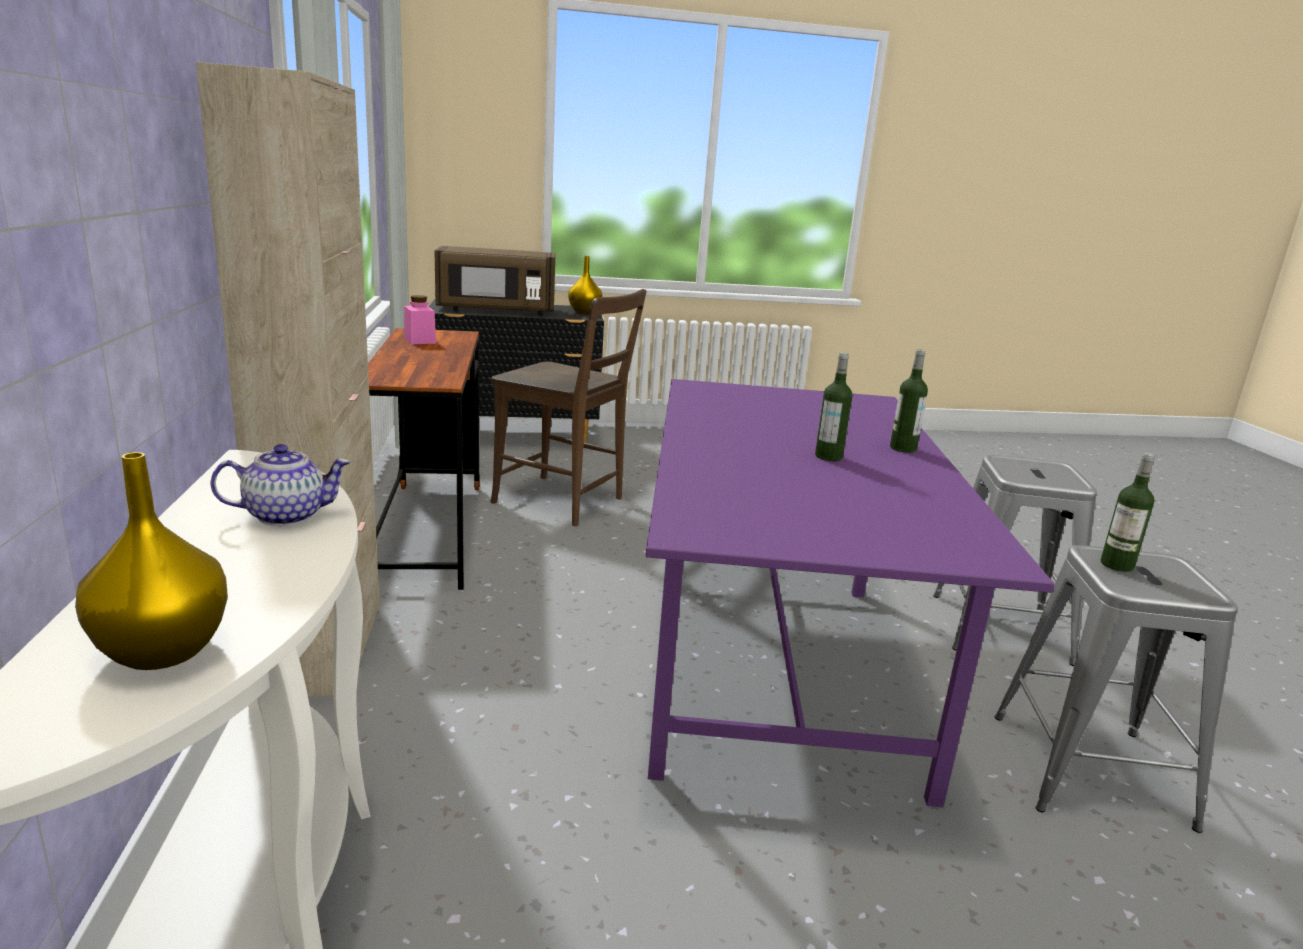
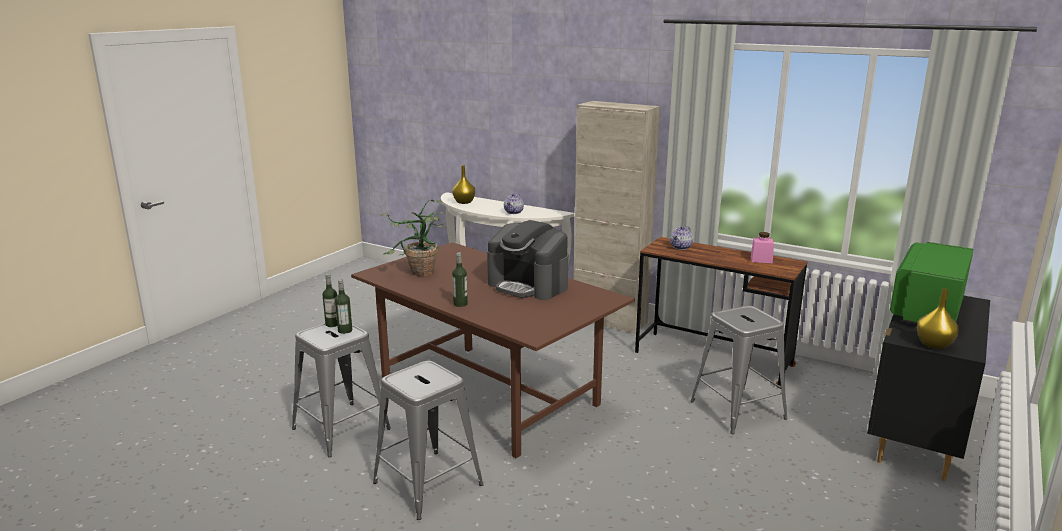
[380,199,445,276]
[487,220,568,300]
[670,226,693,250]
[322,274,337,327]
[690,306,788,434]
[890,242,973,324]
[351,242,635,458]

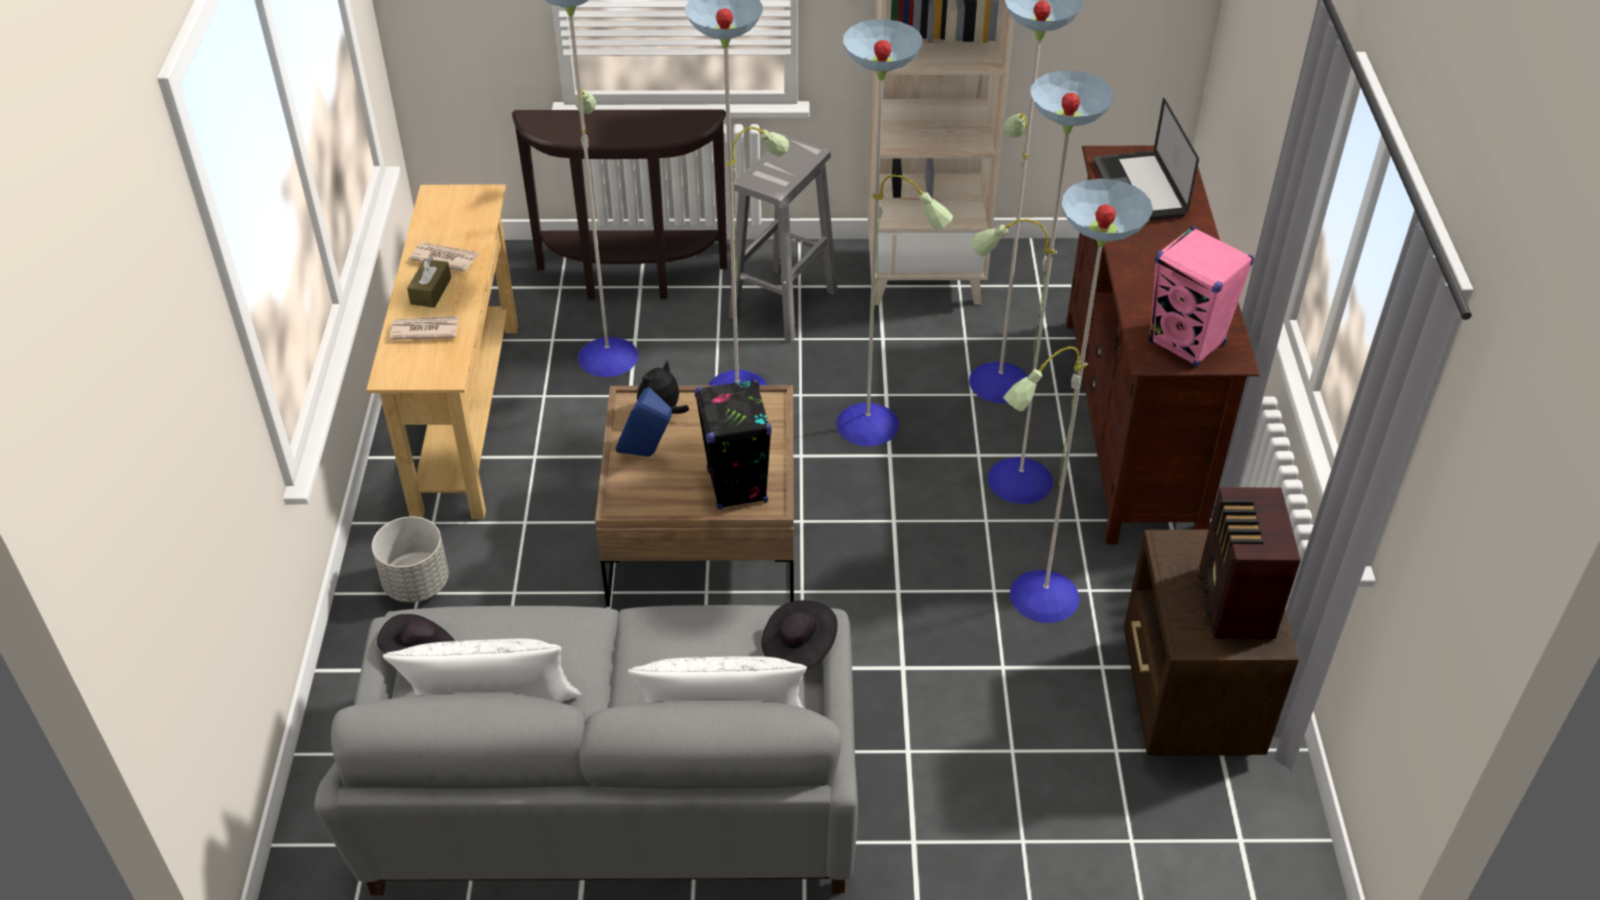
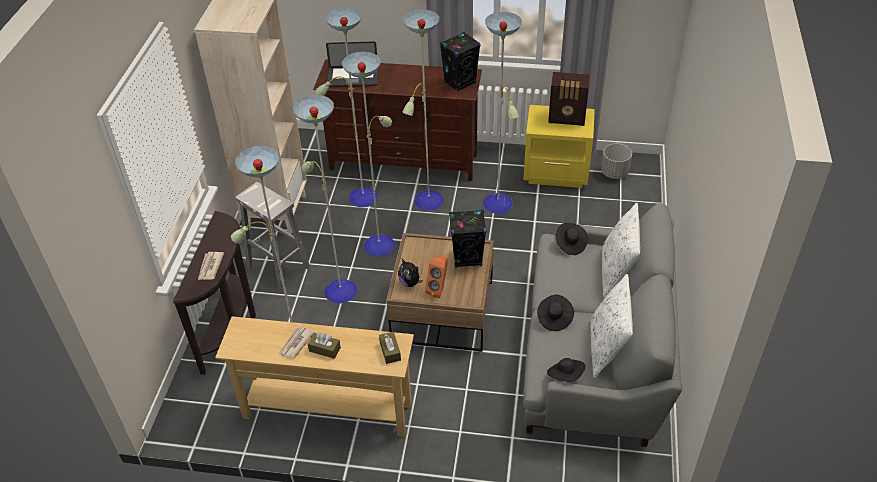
[379,332,401,364]
[537,295,574,331]
[601,144,632,179]
[198,252,224,280]
[425,256,448,298]
[524,105,595,188]
[440,32,481,92]

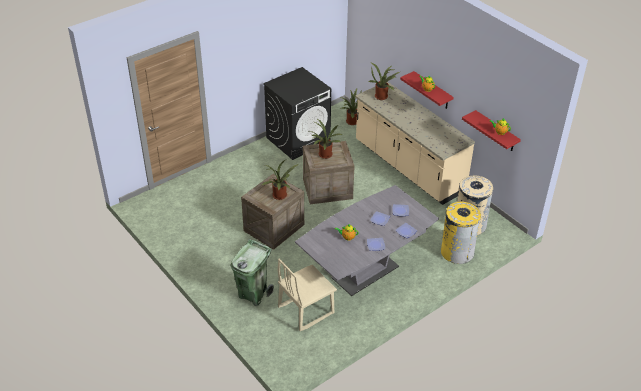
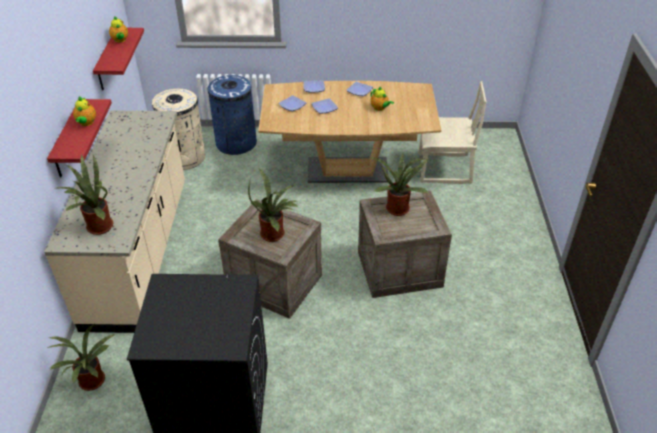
[231,239,274,306] (first image)
[258,81,441,183]
[207,75,257,155]

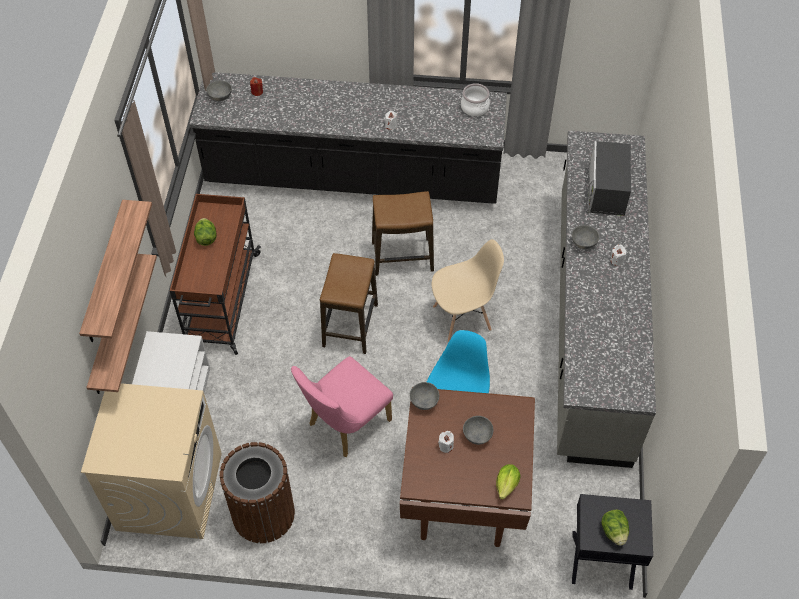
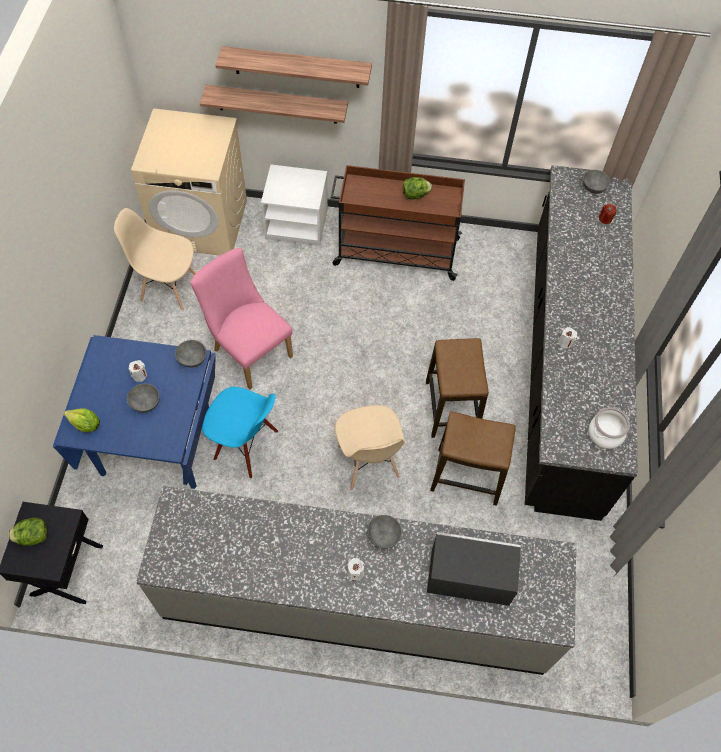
[430,411,516,506]
[114,208,196,311]
[53,335,216,489]

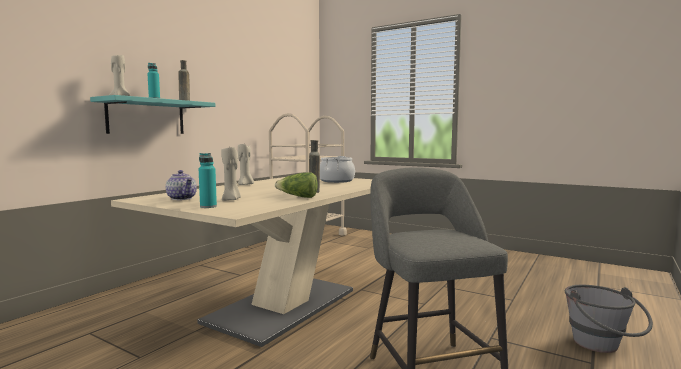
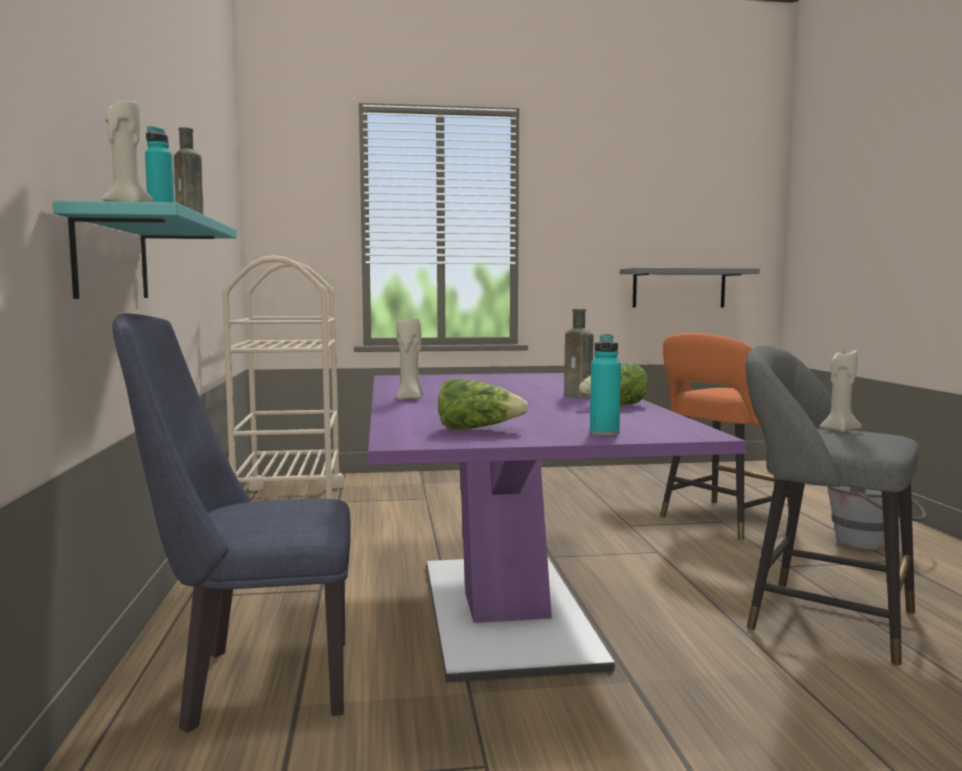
[320,156,355,183] (first image)
[112,314,351,733]
[620,268,760,308]
[660,333,793,541]
[819,350,862,432]
[438,378,529,430]
[368,373,746,683]

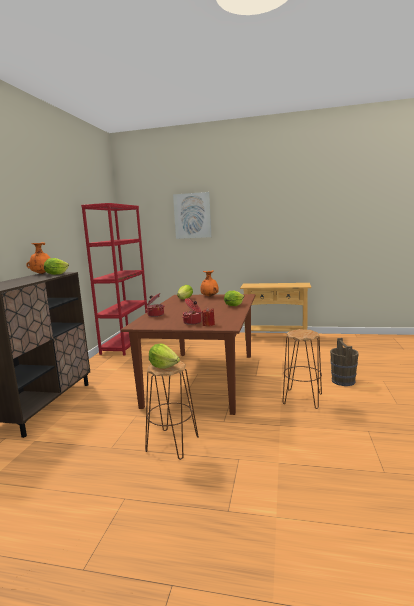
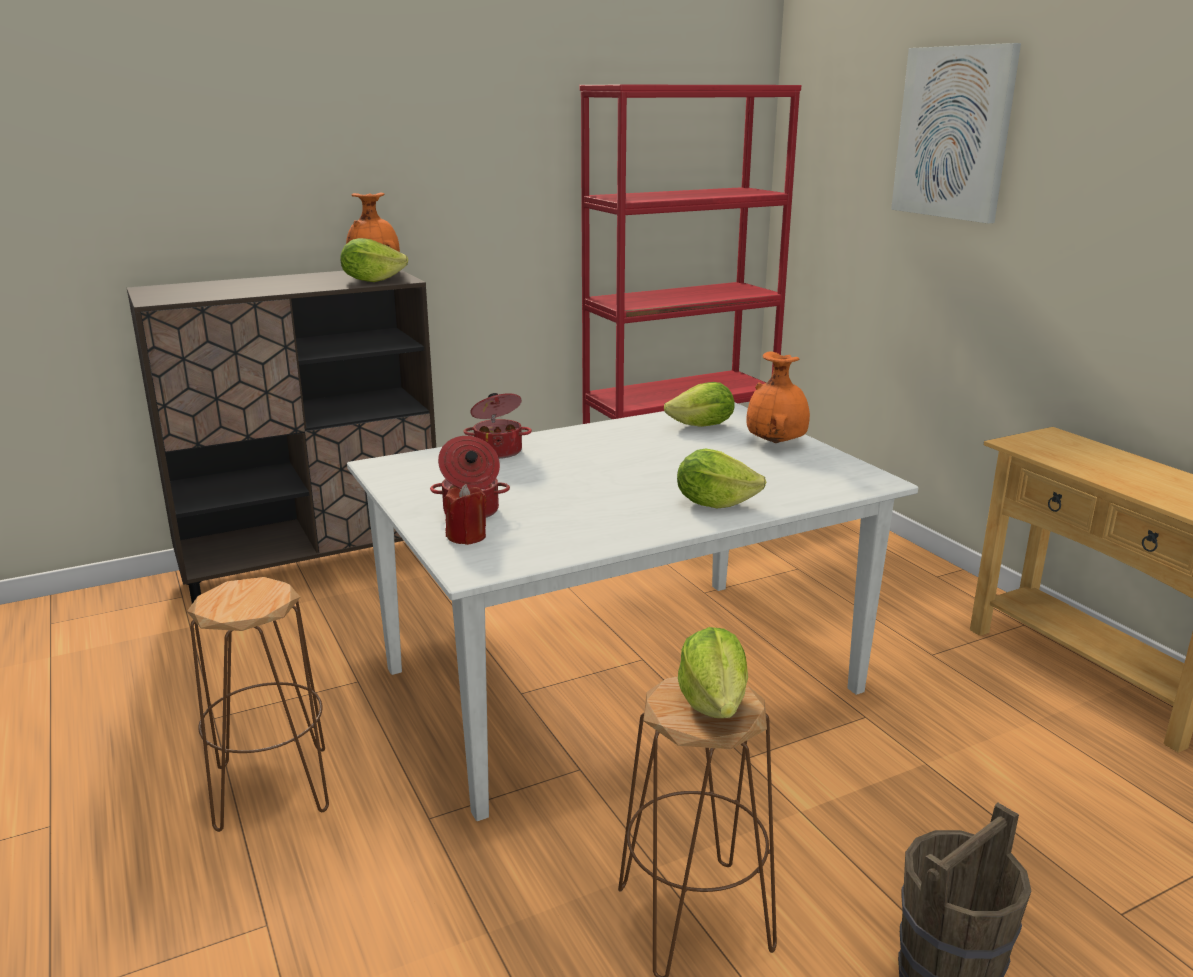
[678,627,748,718]
[347,402,918,821]

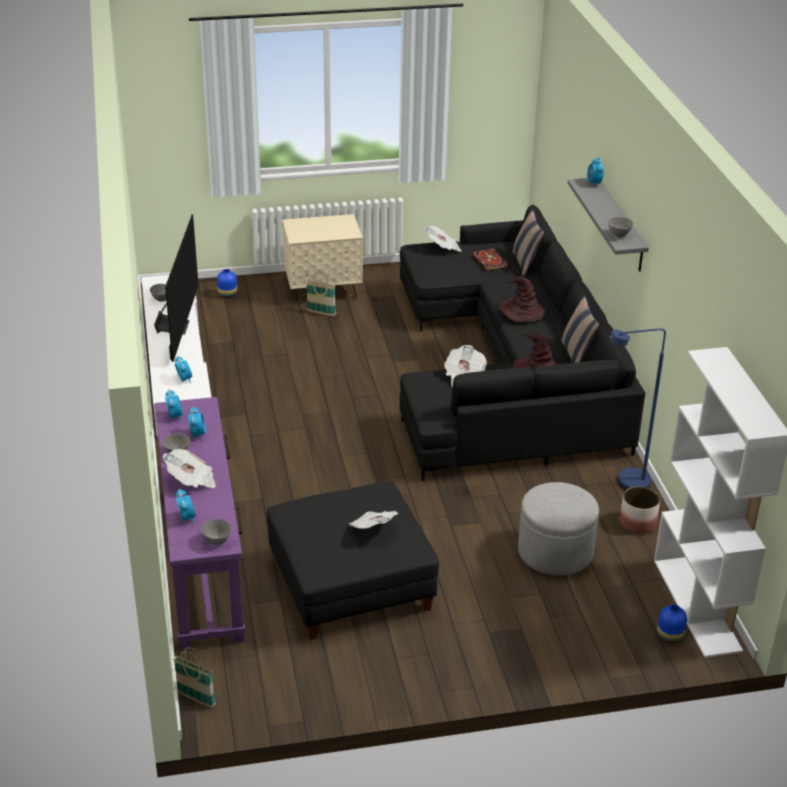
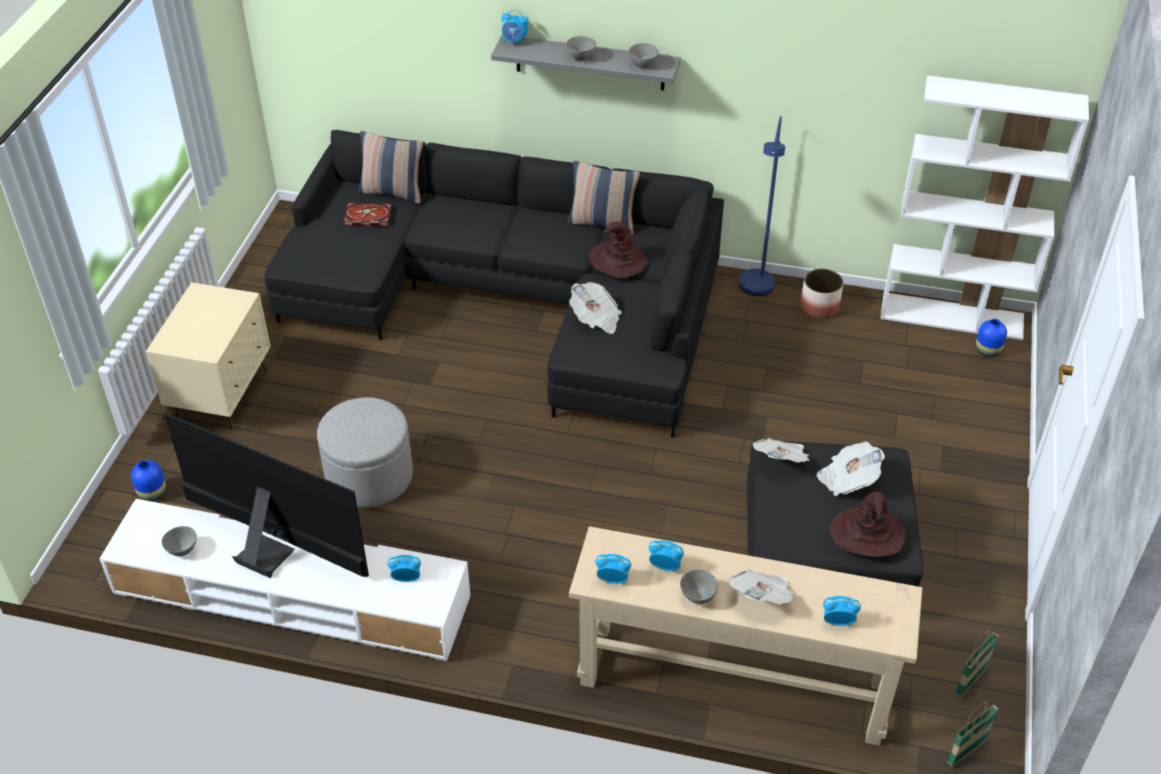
[566,36,596,61]
[955,630,998,697]
[753,438,810,462]
[830,492,906,557]
[317,397,413,508]
[569,526,923,746]

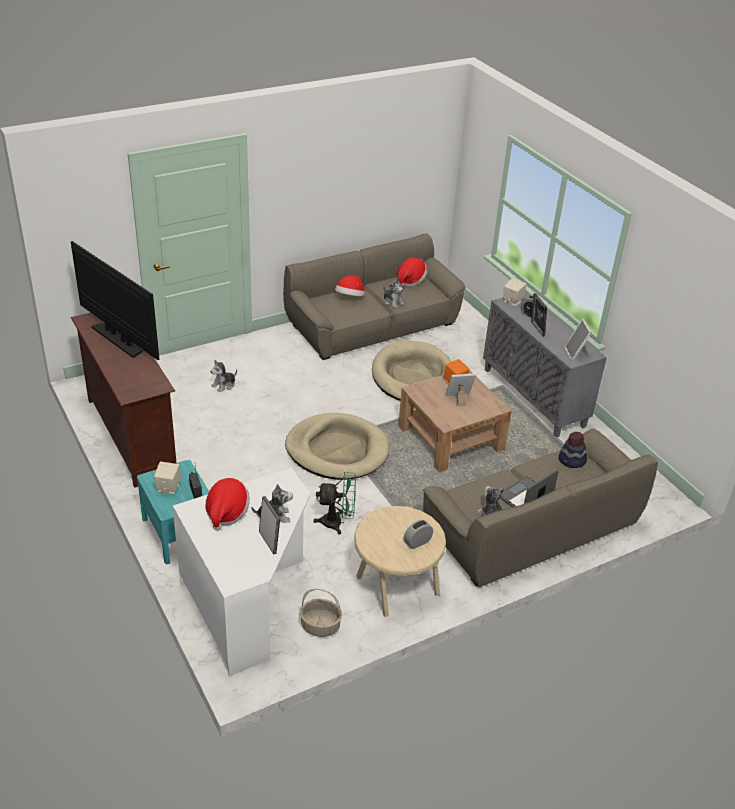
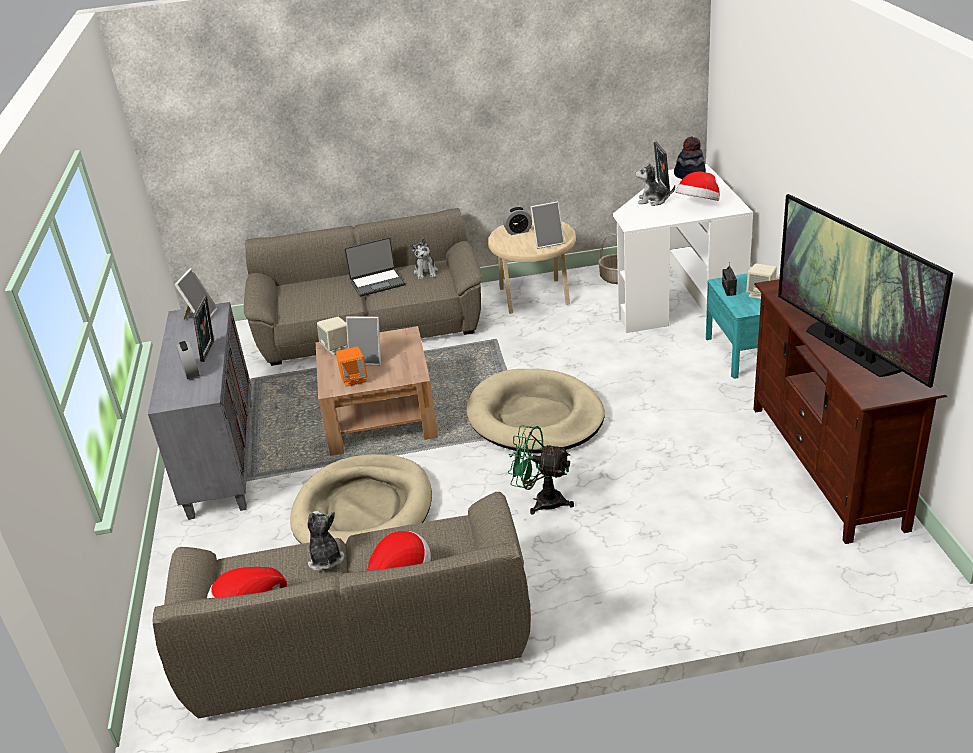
[210,360,237,392] (first image)
[530,201,565,249]
[508,425,574,515]
[317,317,348,355]
[674,136,706,179]

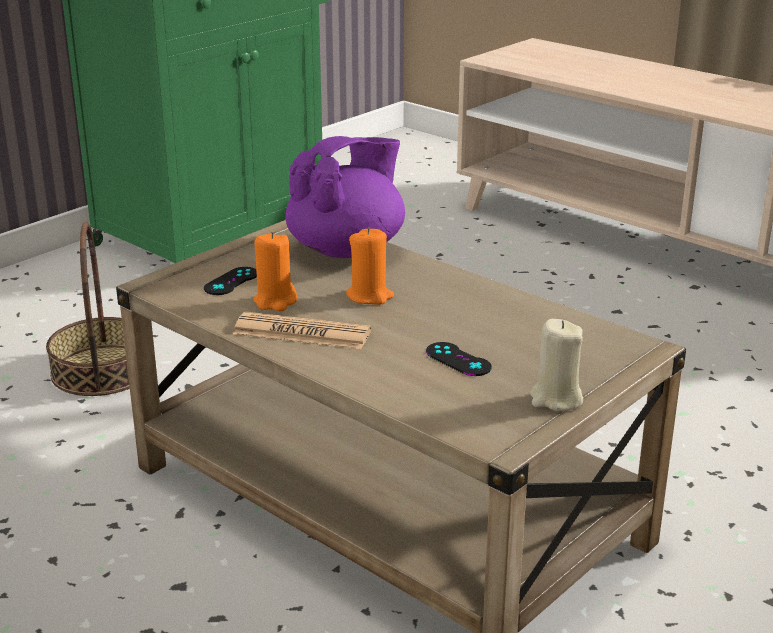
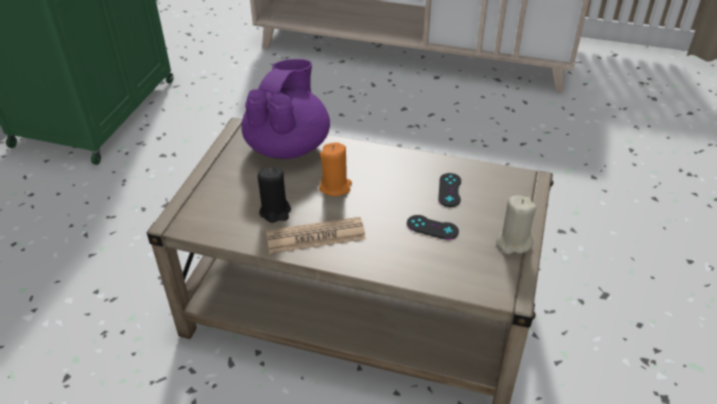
[46,222,130,396] (first image)
[438,173,461,207]
[258,166,291,223]

